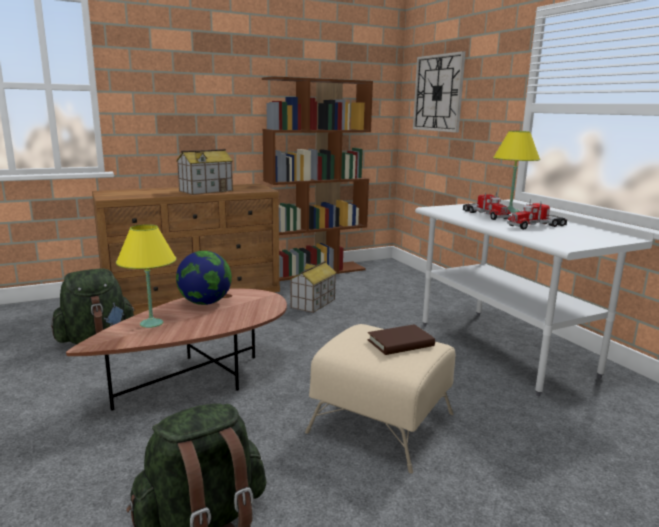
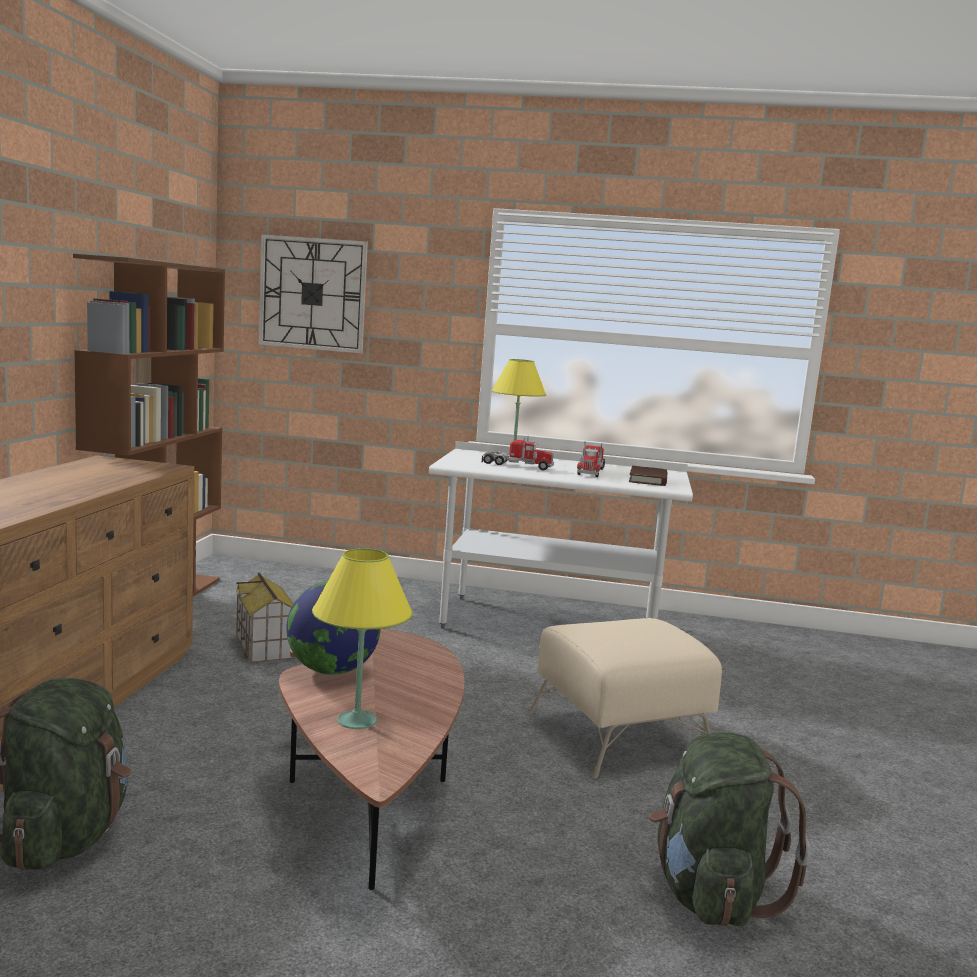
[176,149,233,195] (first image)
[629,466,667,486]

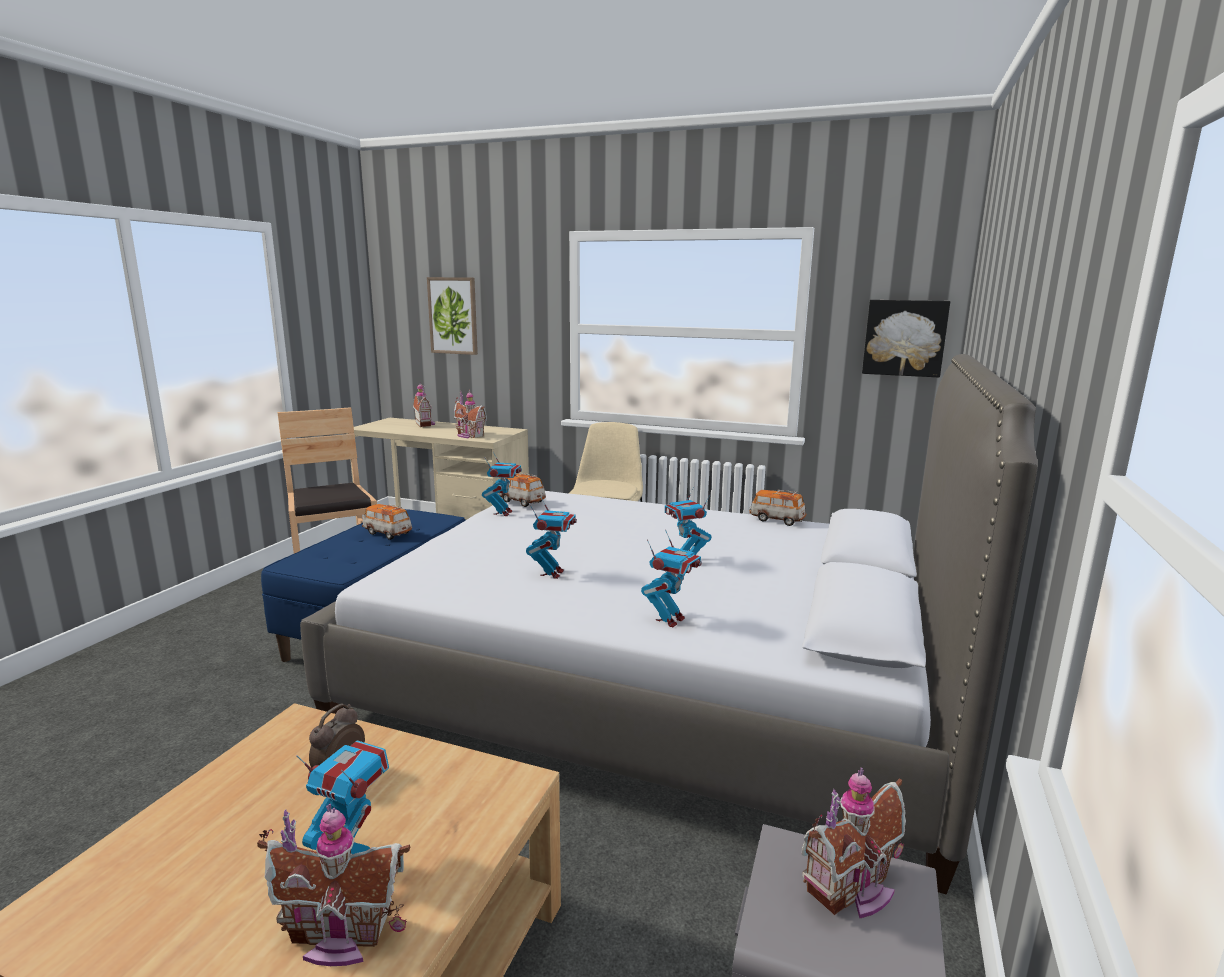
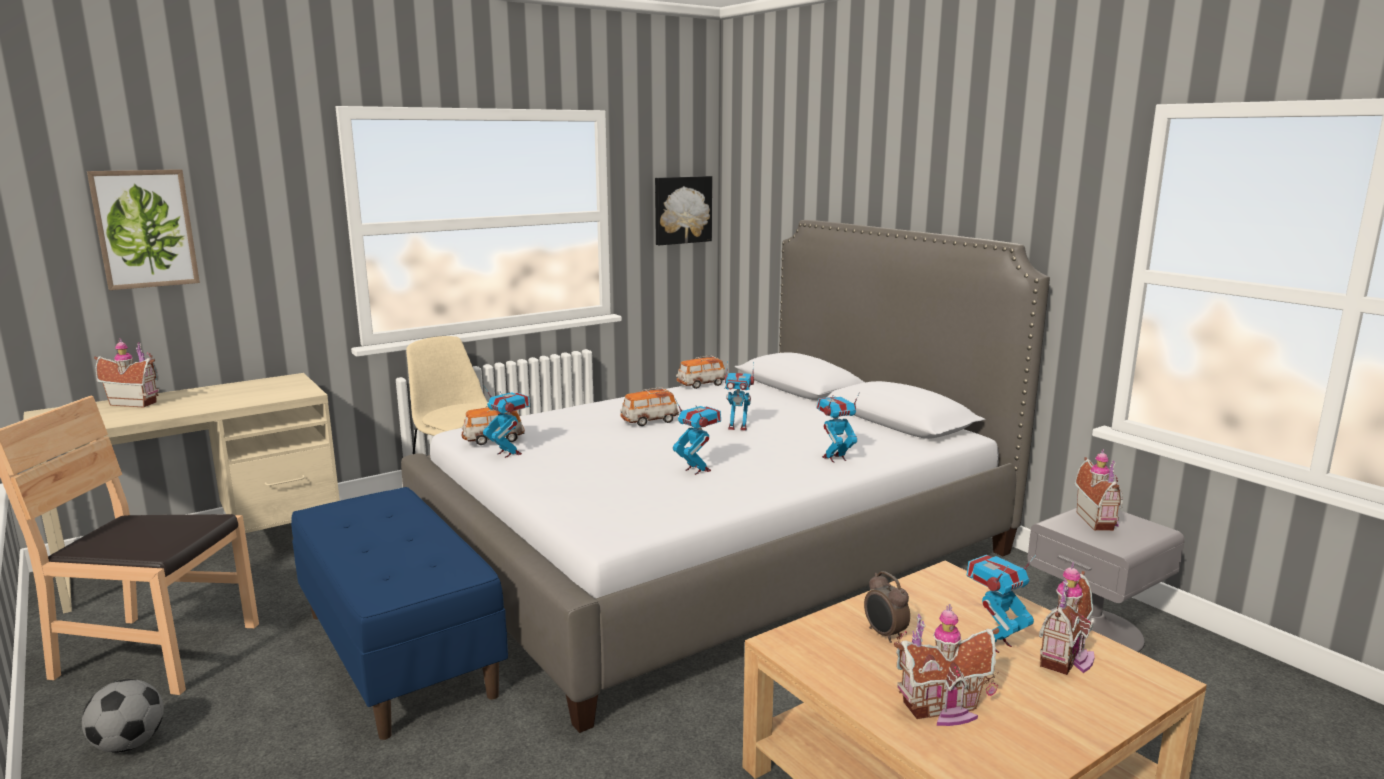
[82,679,164,753]
[620,387,679,426]
[894,604,999,726]
[816,392,860,463]

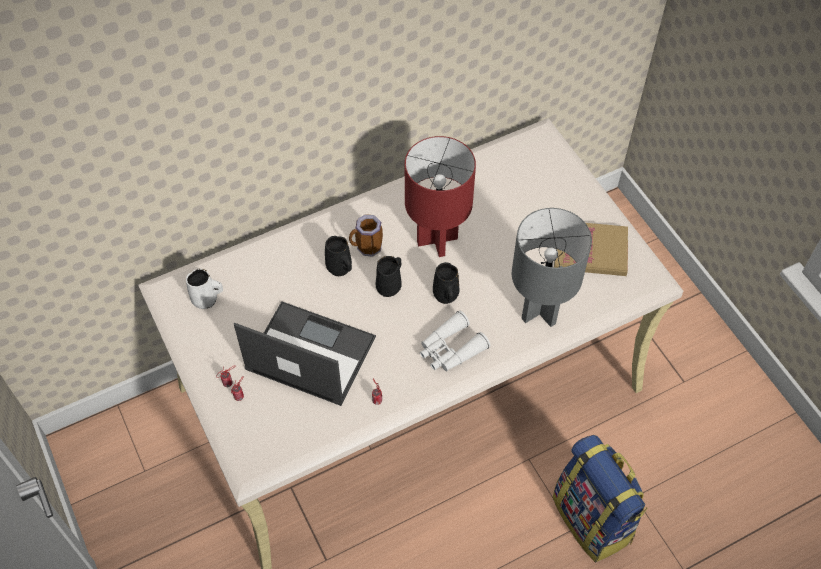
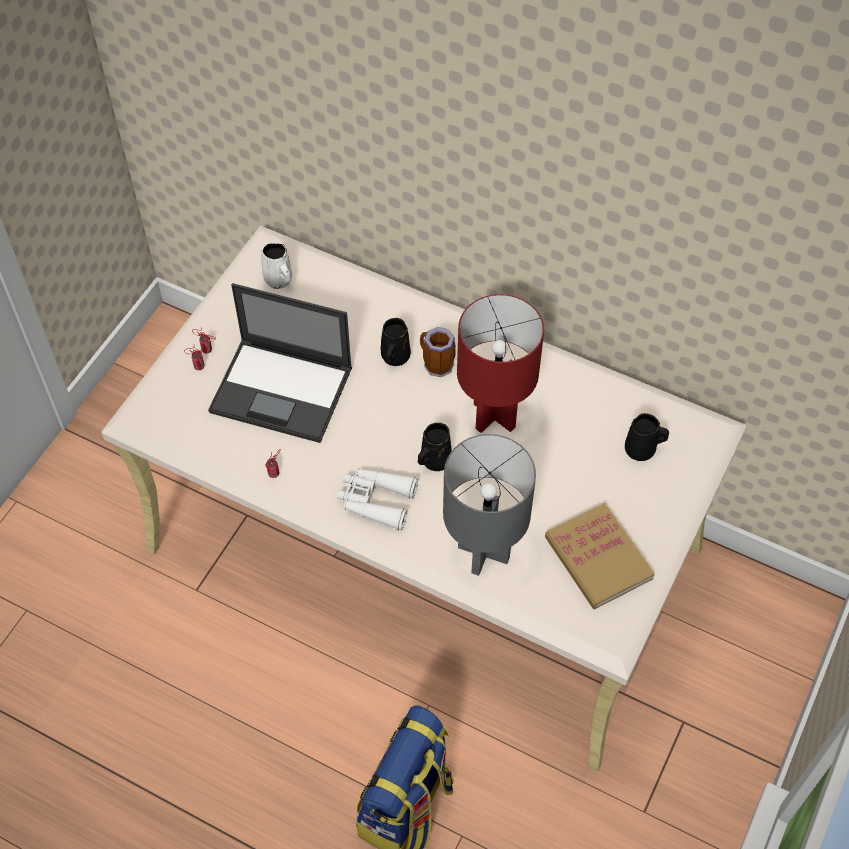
[625,413,669,461]
[208,283,352,443]

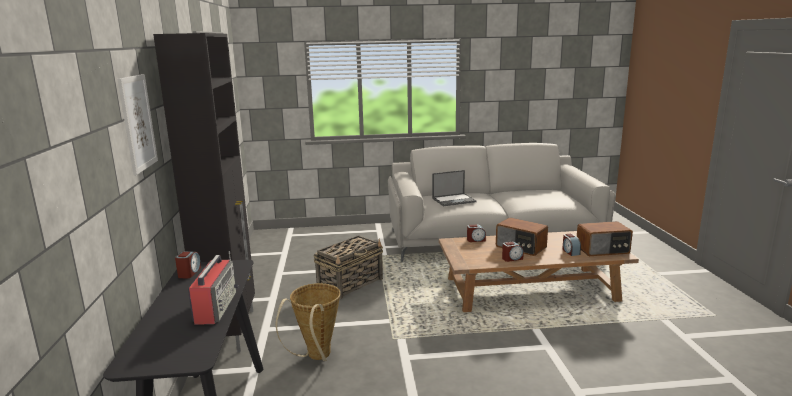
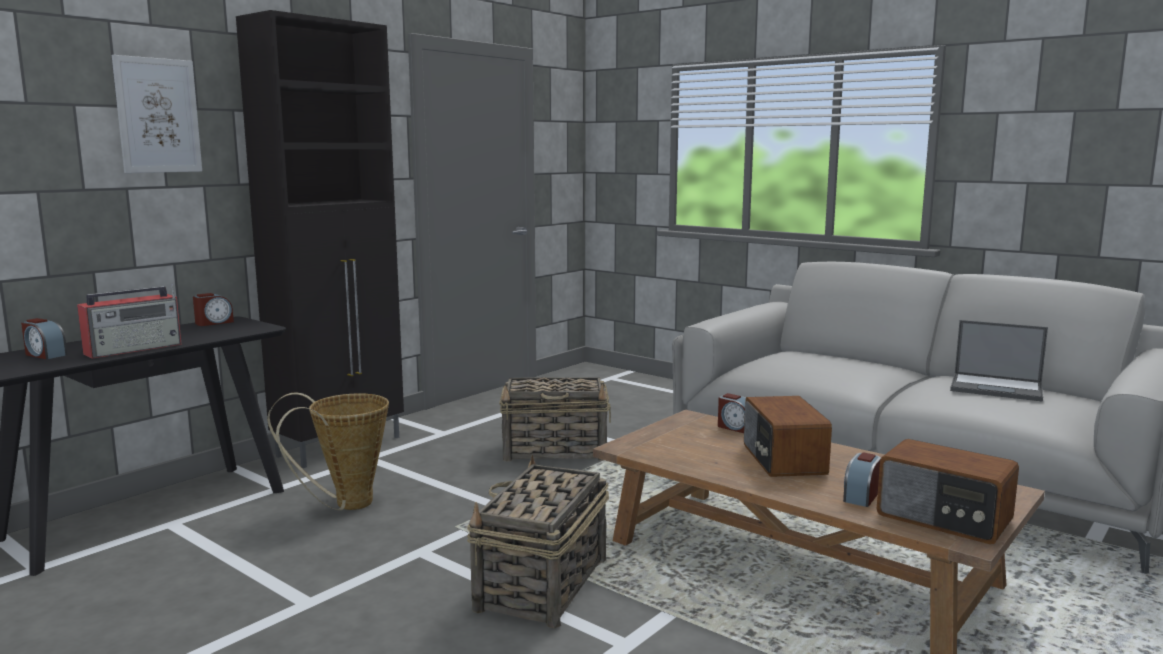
[467,455,609,629]
[950,320,1048,402]
[21,318,67,359]

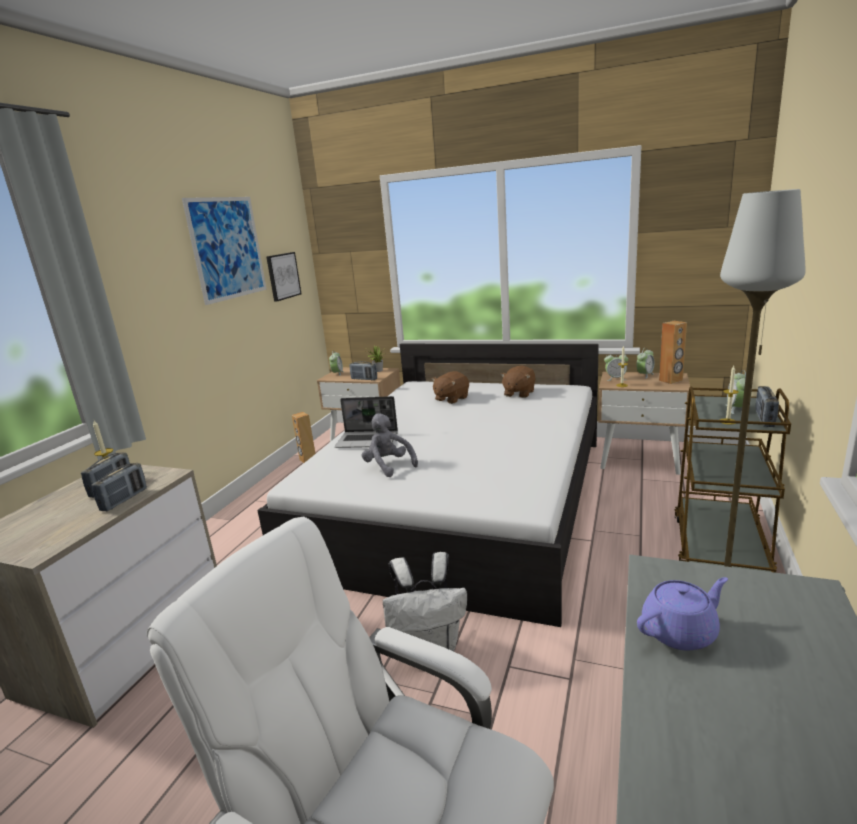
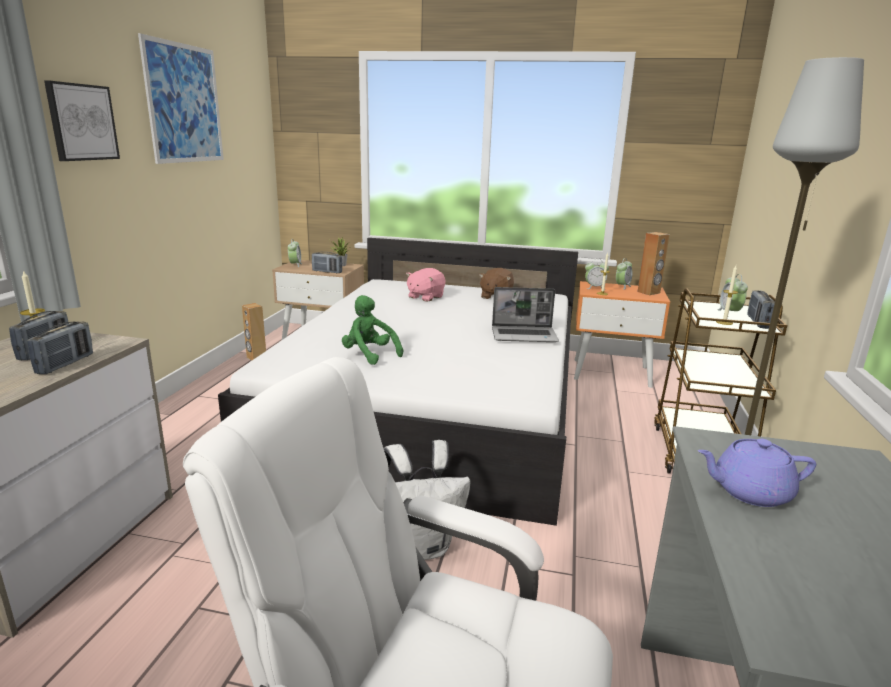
[44,80,120,161]
[492,287,559,342]
[342,295,403,365]
[406,268,445,302]
[574,281,670,388]
[698,439,816,507]

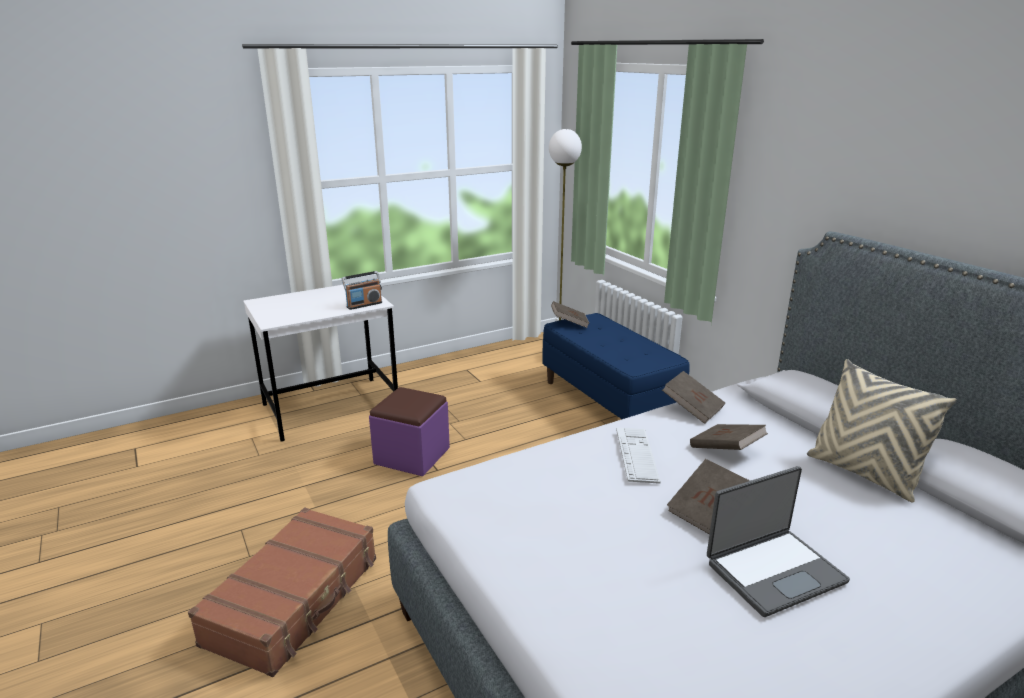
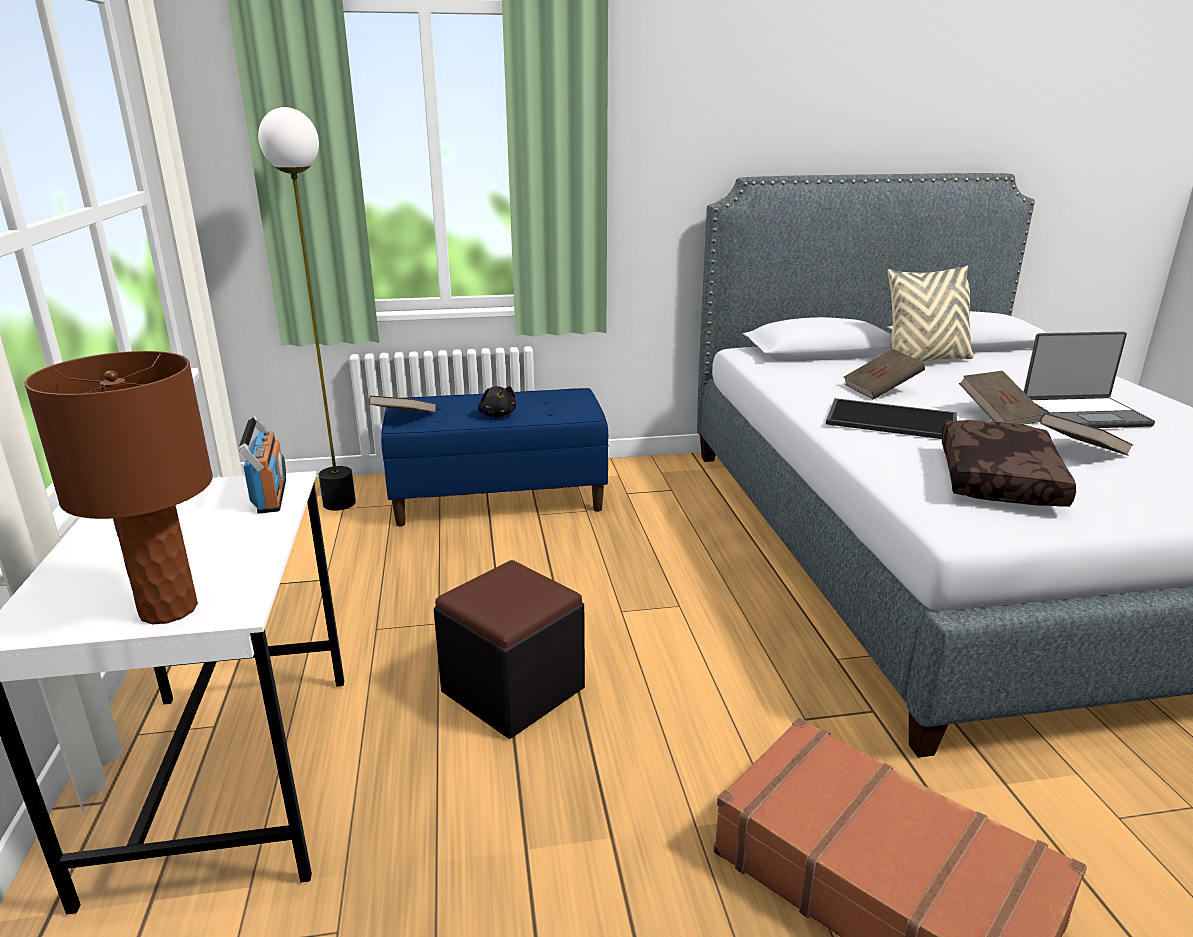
[24,351,213,624]
[478,386,516,417]
[941,420,1076,507]
[1040,413,1133,456]
[826,398,957,439]
[434,560,585,739]
[1024,331,1155,428]

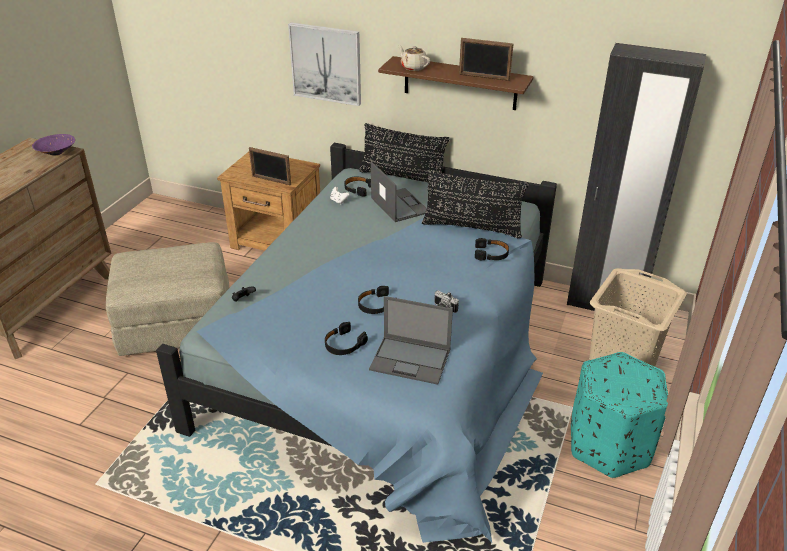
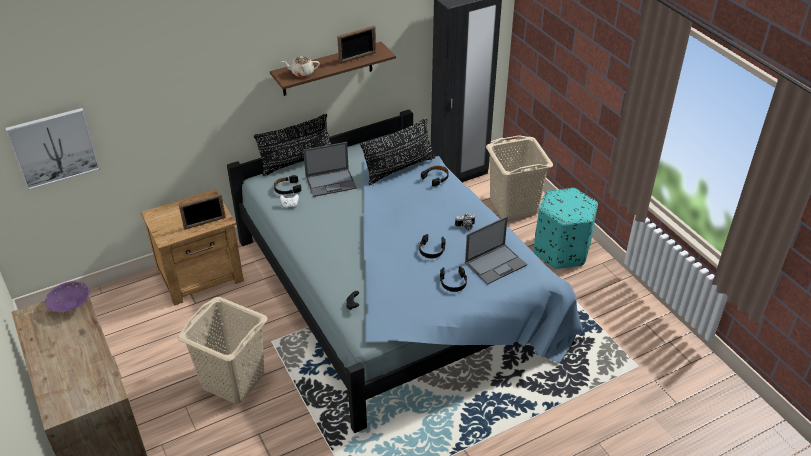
[5,108,100,190]
[177,297,267,404]
[303,142,357,197]

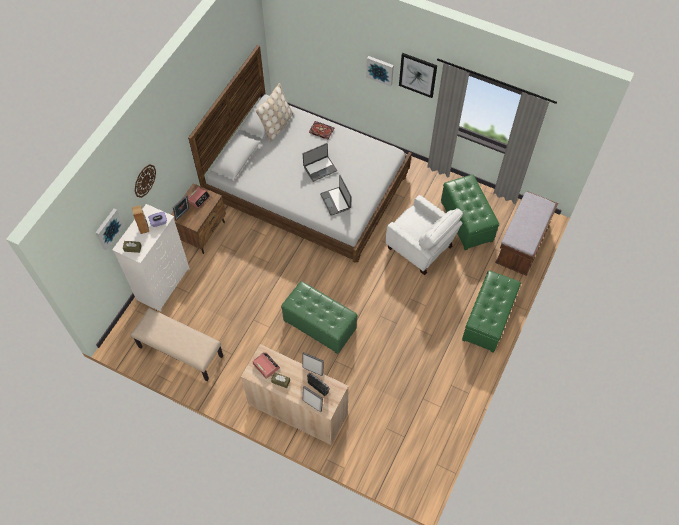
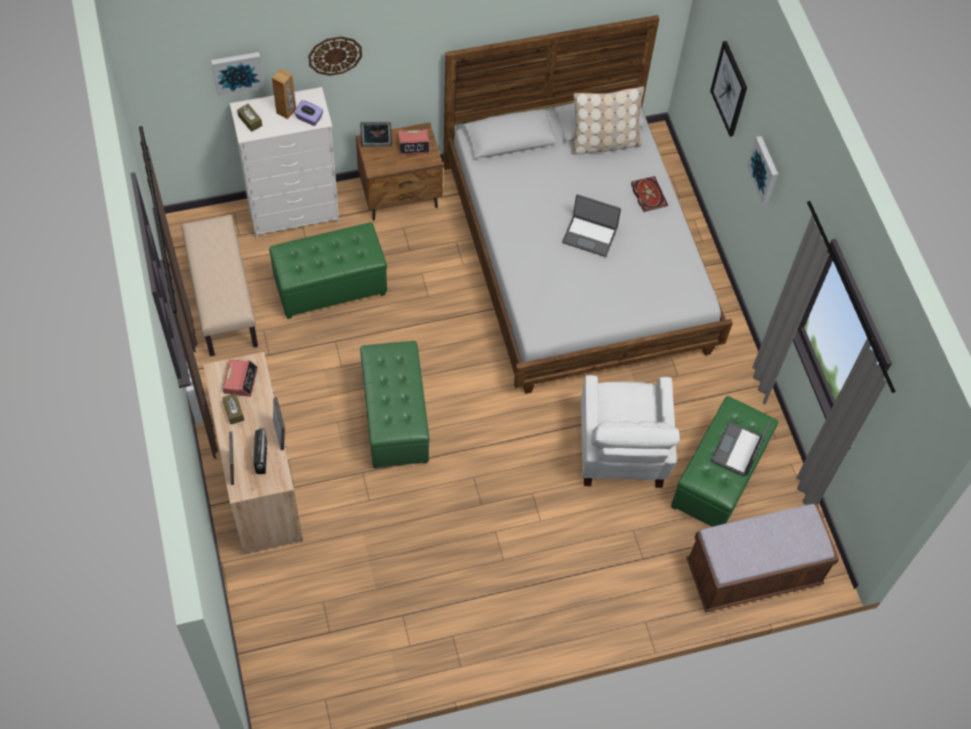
[711,420,772,476]
[710,41,747,137]
[269,223,387,319]

